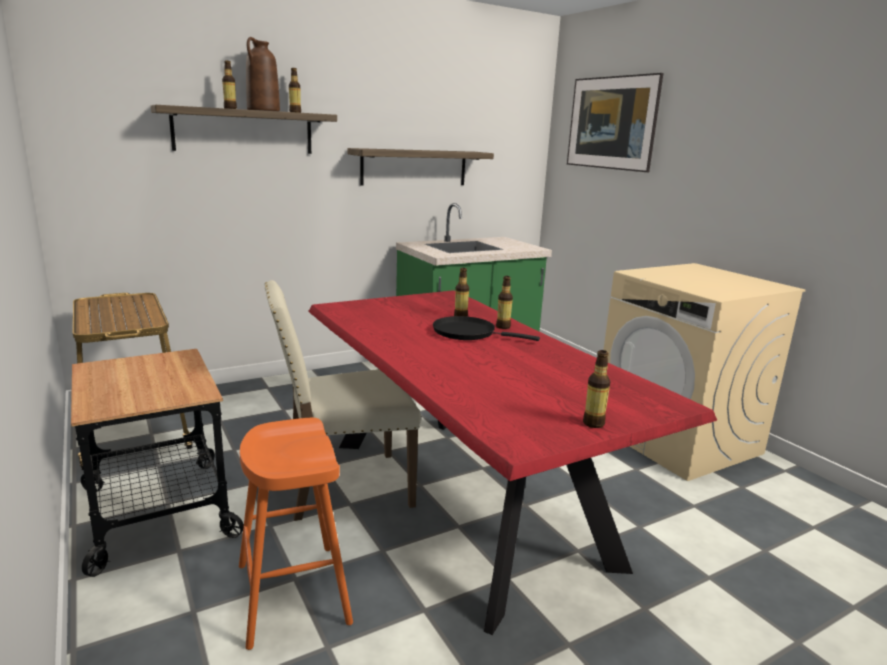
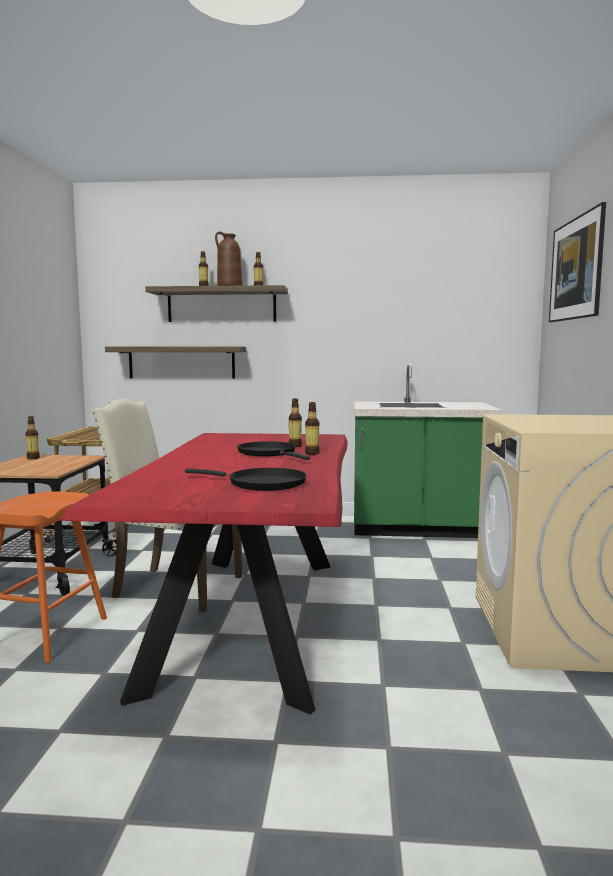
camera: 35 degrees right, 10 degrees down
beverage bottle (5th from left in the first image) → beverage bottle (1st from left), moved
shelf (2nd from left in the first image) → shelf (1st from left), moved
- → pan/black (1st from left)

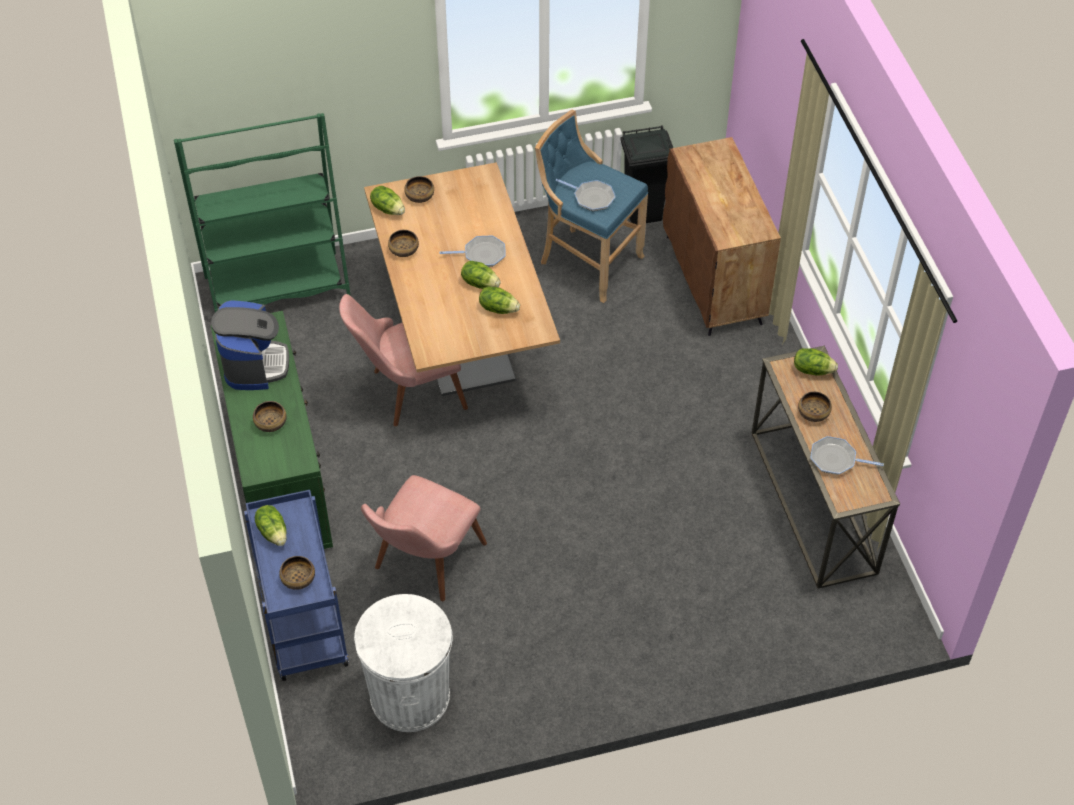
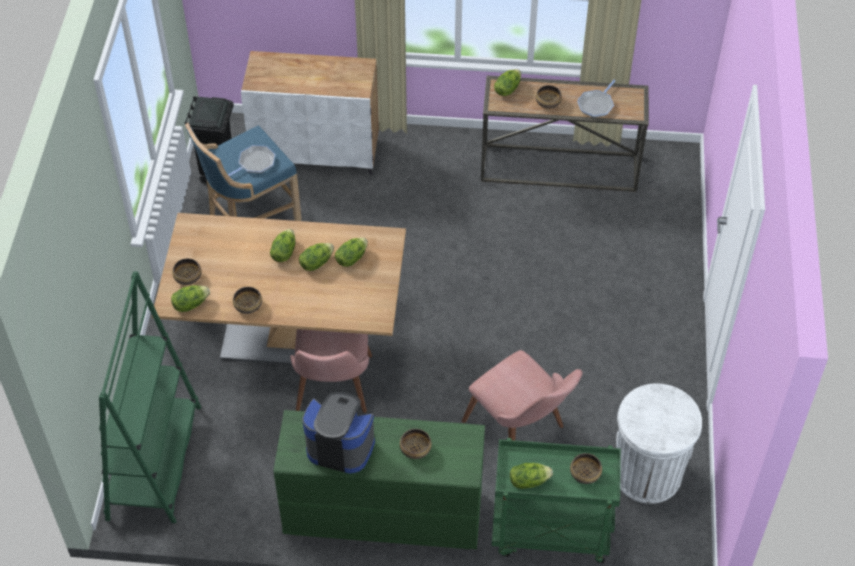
camera: 70 degrees left, 0 degrees up
cabinet/brown-coloured → cabinet/white
pan (1st from left) → lettuce head (2nd from left)
wheeled cart/blue-coloured → wheeled cart/greenish

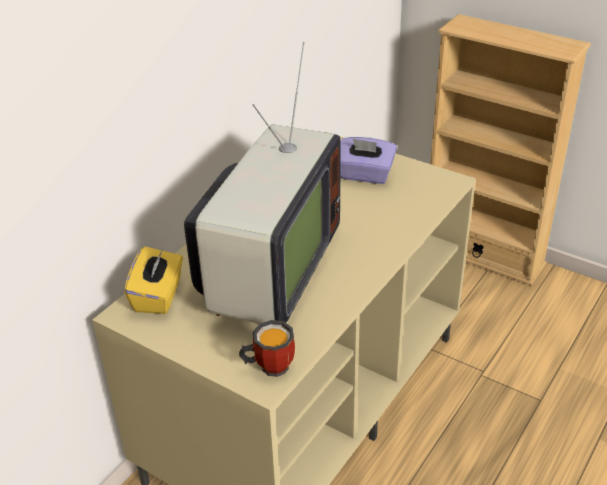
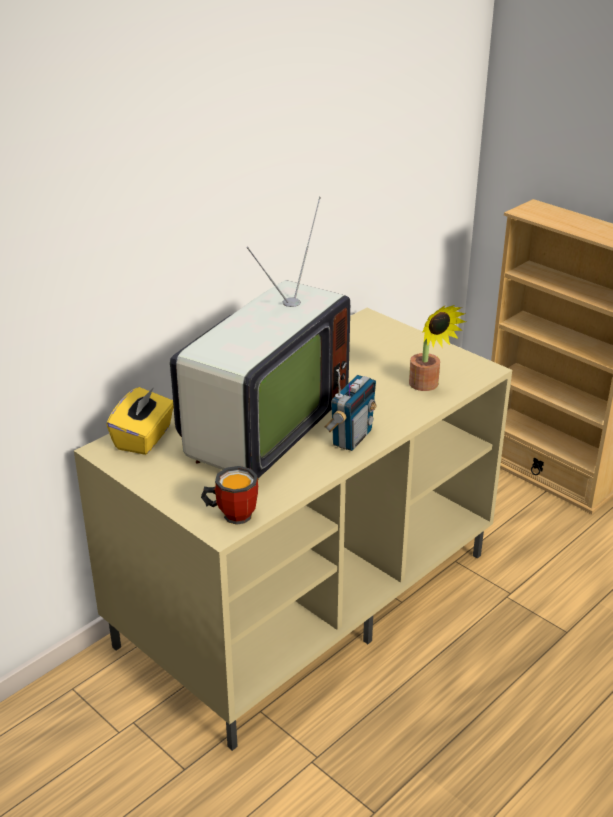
camera: 10 degrees right, 5 degrees down
- → radio receiver
- → plant in a pot
tissue holder/purple → -

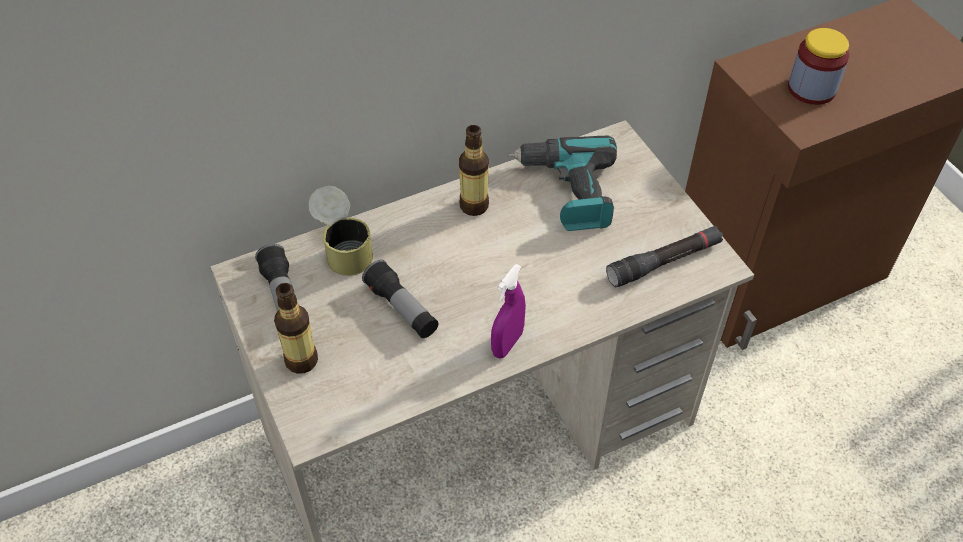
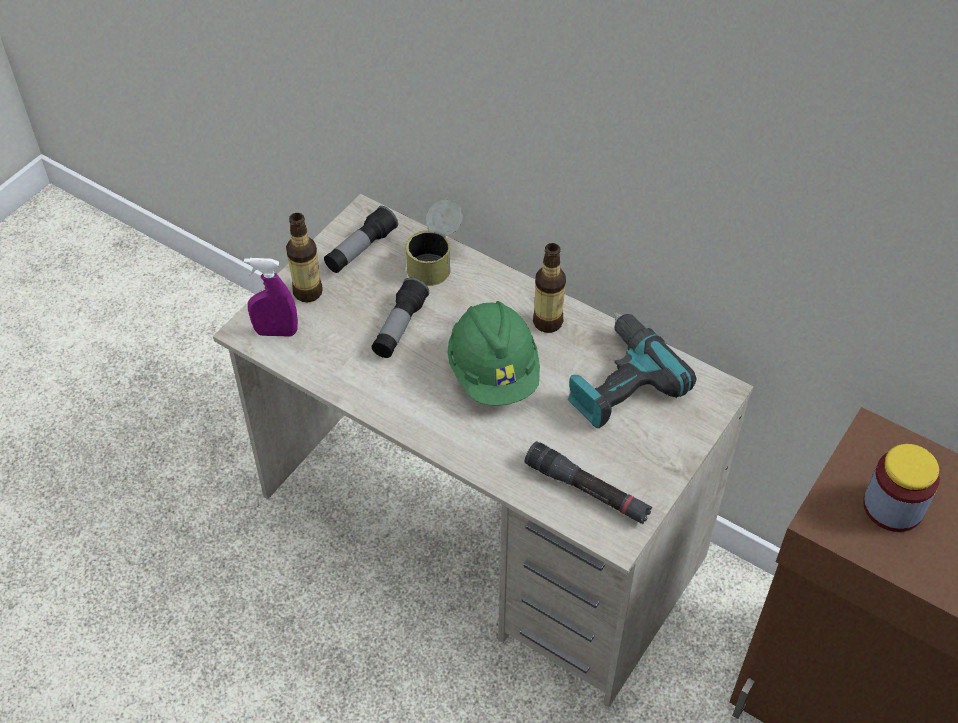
camera: 60 degrees right, 0 degrees up
spray bottle/purple, moved
- → work helmet/greenish

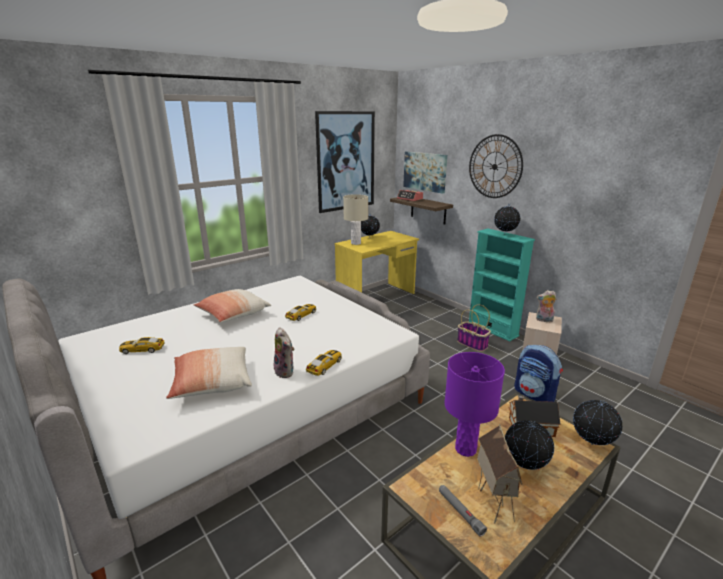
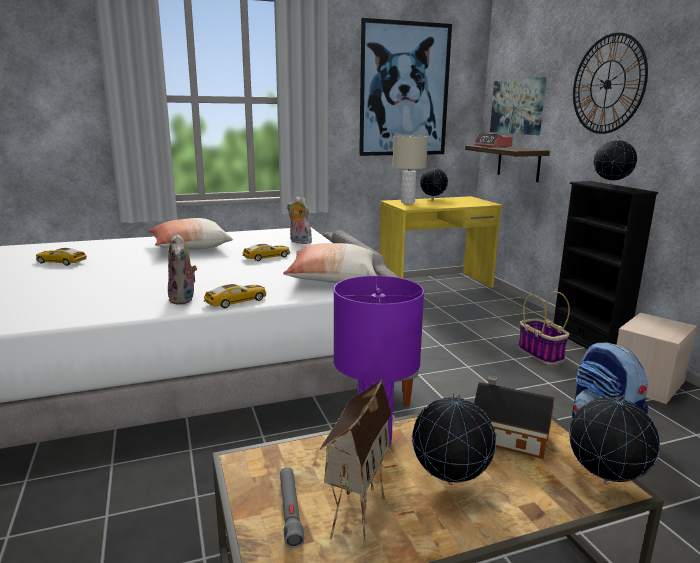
camera: 20 degrees right, 5 degrees down
pillow (1st from left in the first image) → pillow (2nd from left), moved
cuddly toy (2nd from left), moved
shelving unit/turquoise → shelving unit/black

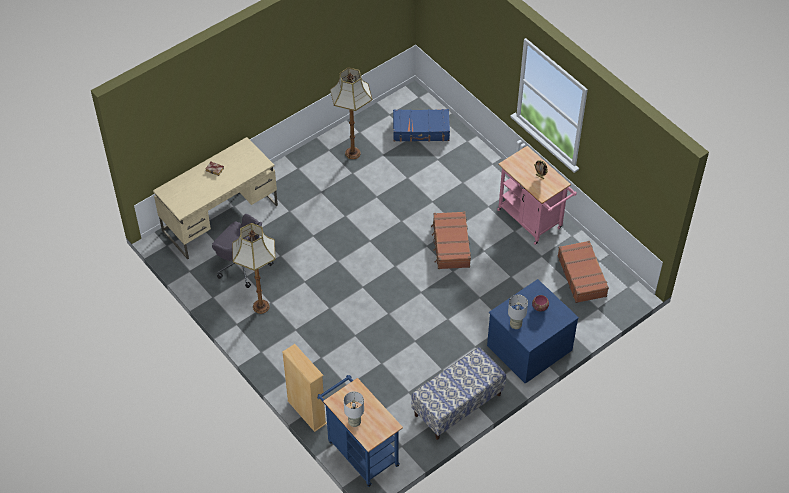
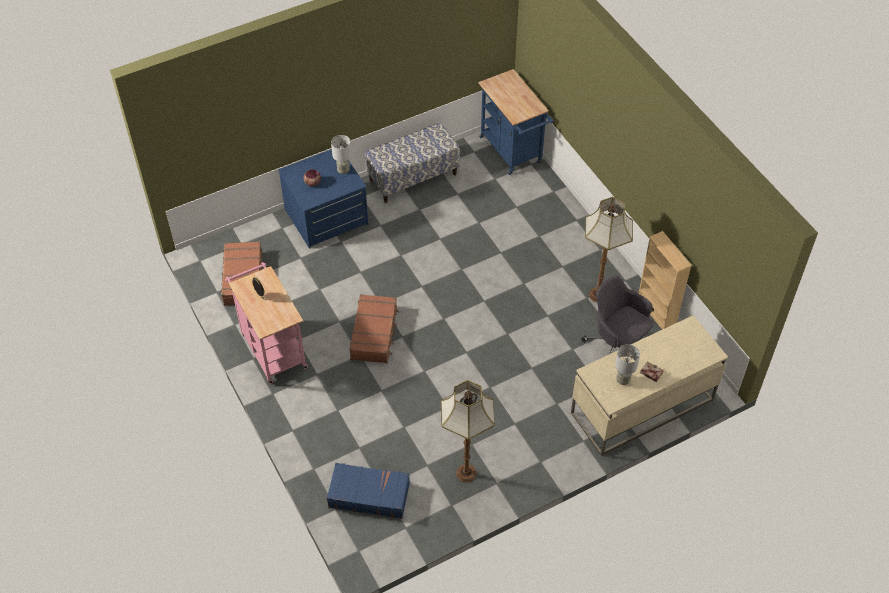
camera: 170 degrees left, 0 degrees up
table lamp/gray (1st from left in the first image) → table lamp/gray (2nd from left), moved
shelving unit/sand-coloured, moved

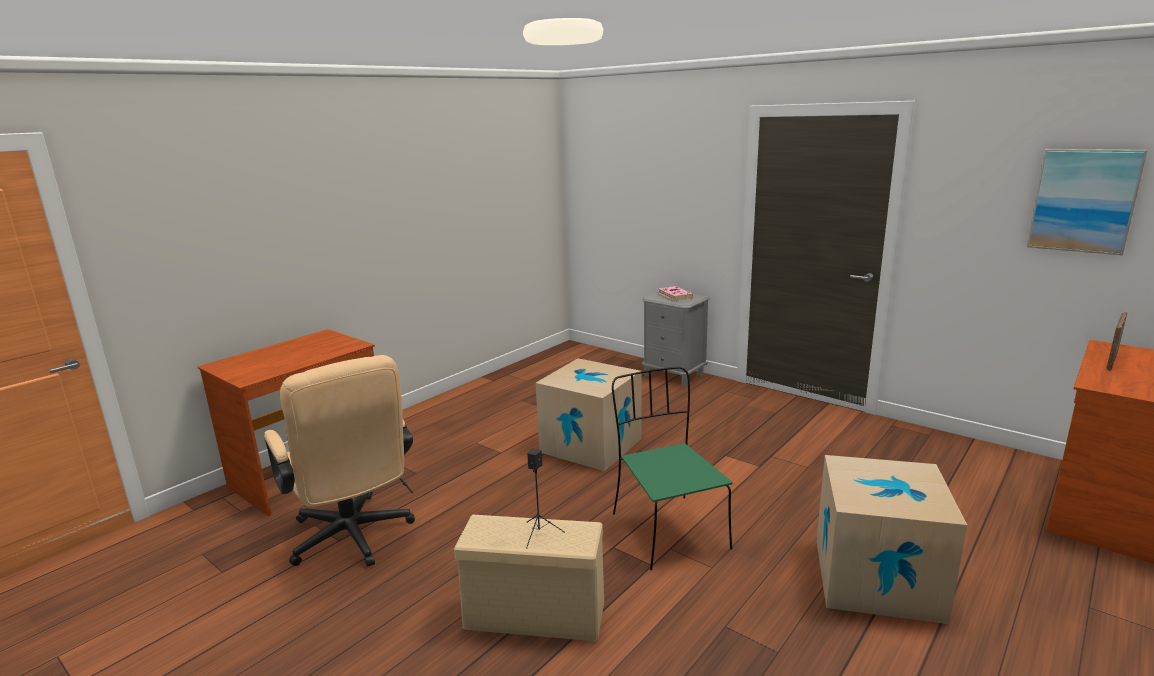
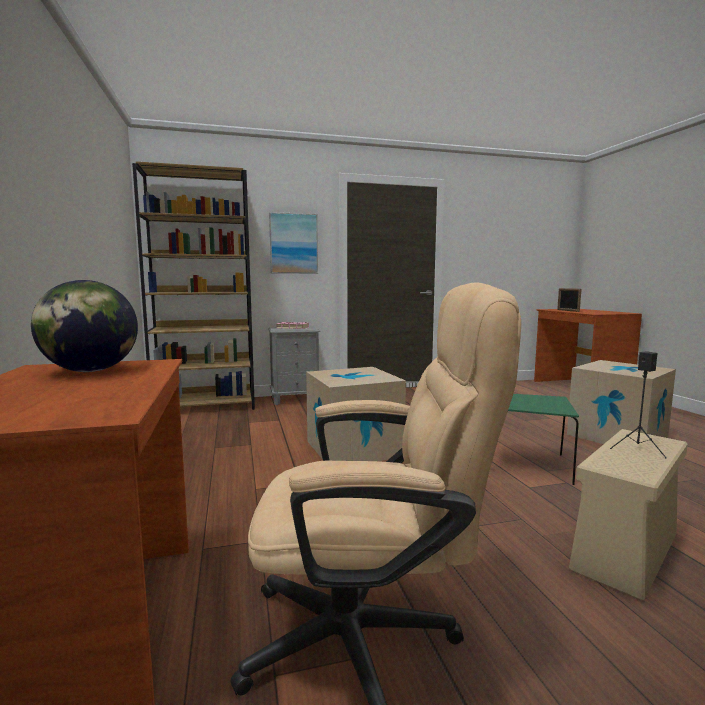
camera: 55 degrees left, 10 degrees down
- → desk globe
- → shelving unit/brown-coloured
picture, moved

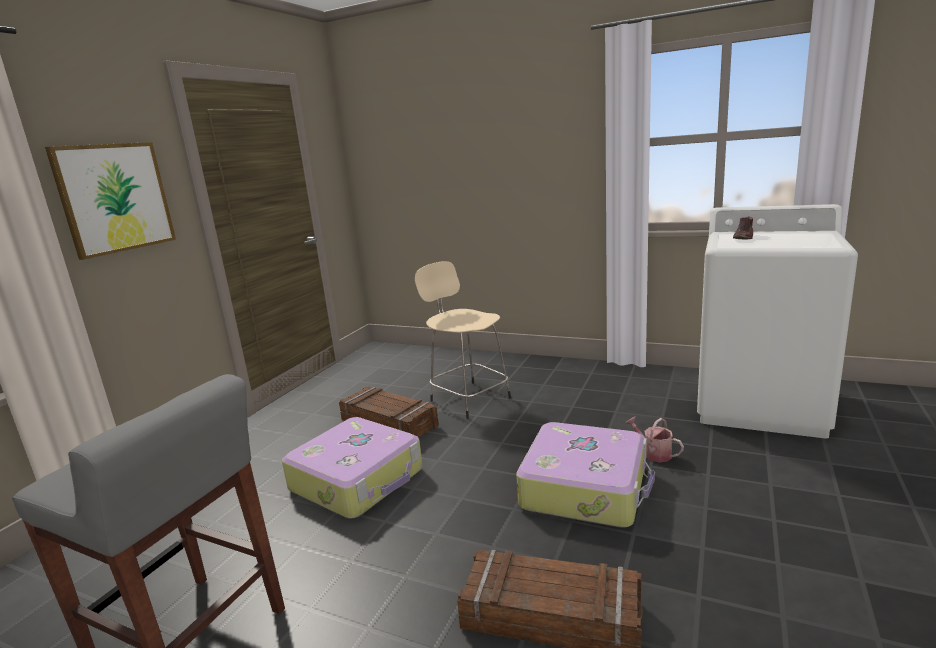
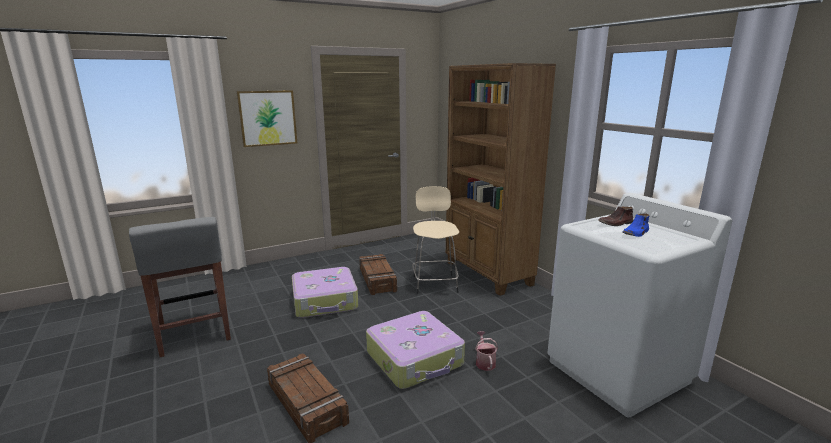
camera: 35 degrees right, 0 degrees up
- → shelving unit/brown-coloured
- → shoe/blue-coloured

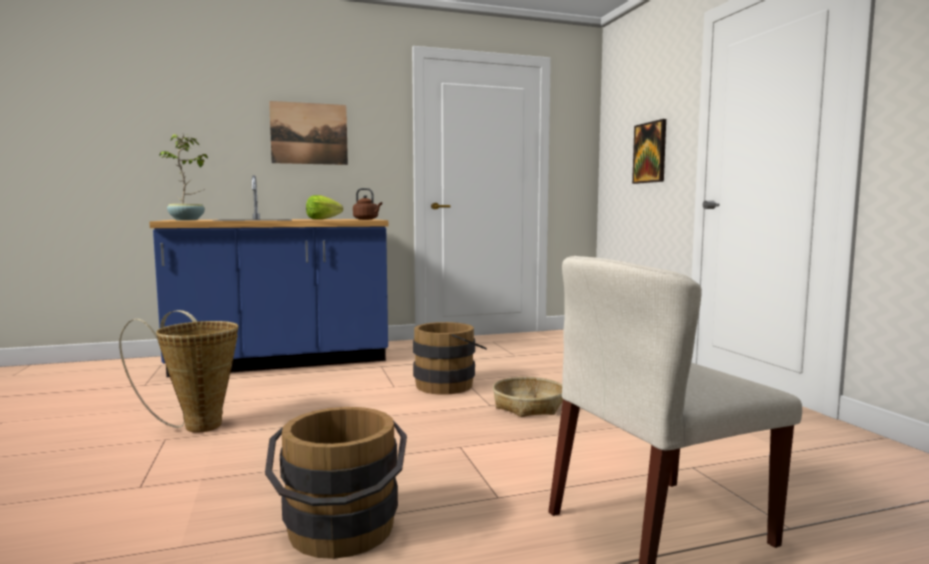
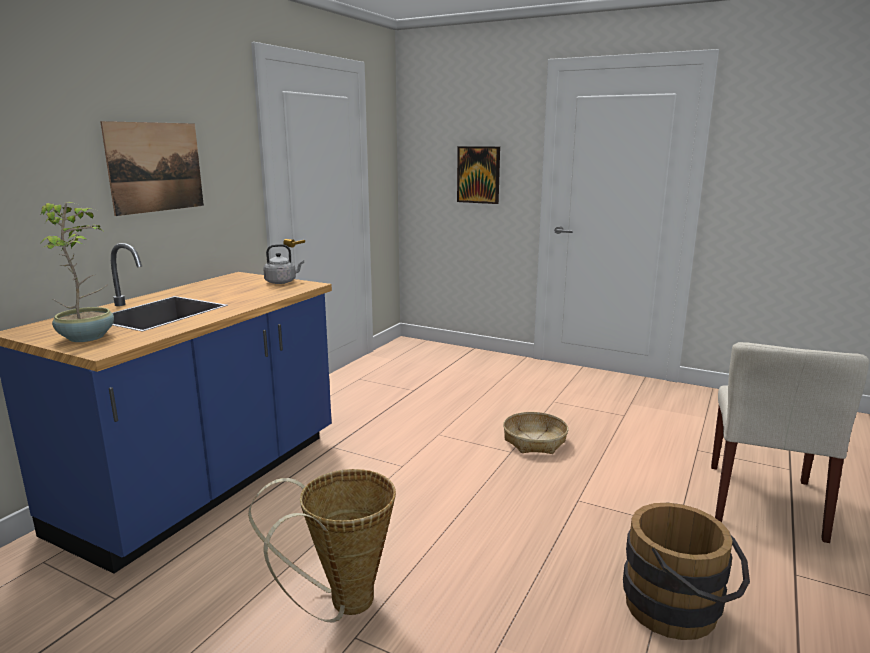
camera: 45 degrees left, 10 degrees up
kettle/brown-coloured → kettle/gray
lettuce head → -
bucket/brown-coloured (2nd from left) → -

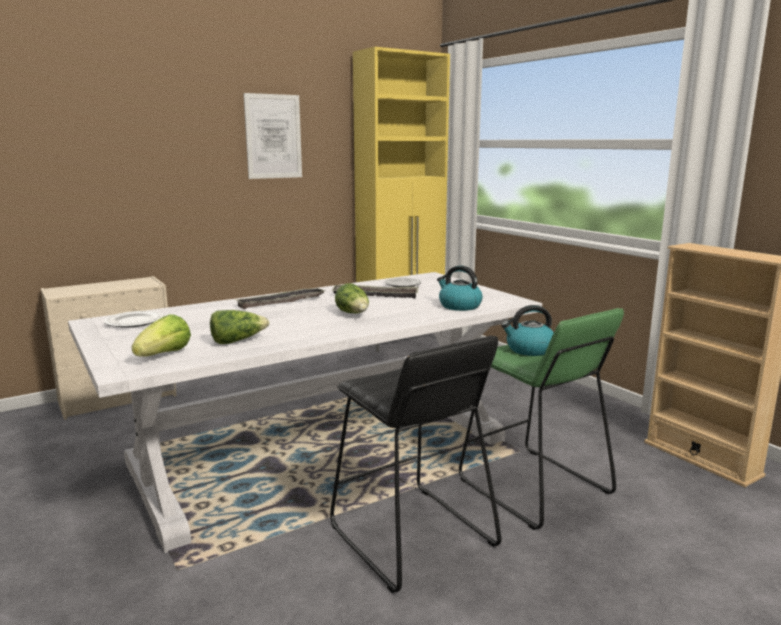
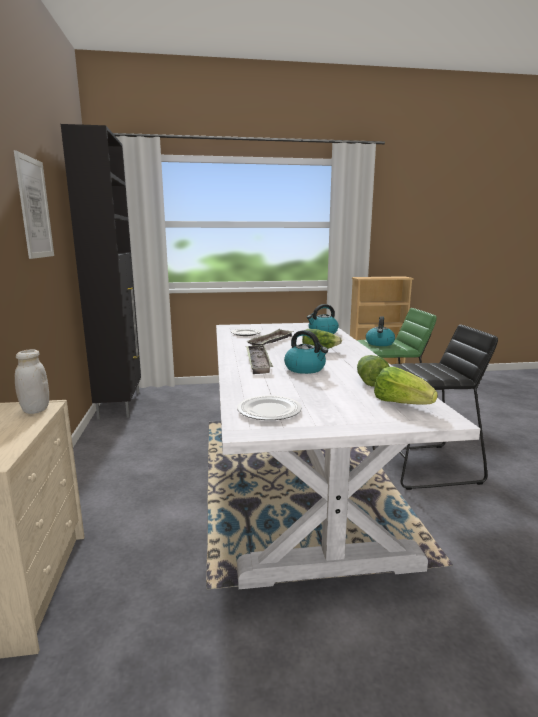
camera: 65 degrees left, 0 degrees up
- → jar/white
cabinet/yellow-coloured → cabinet/black
- → kettle (1st from left)

